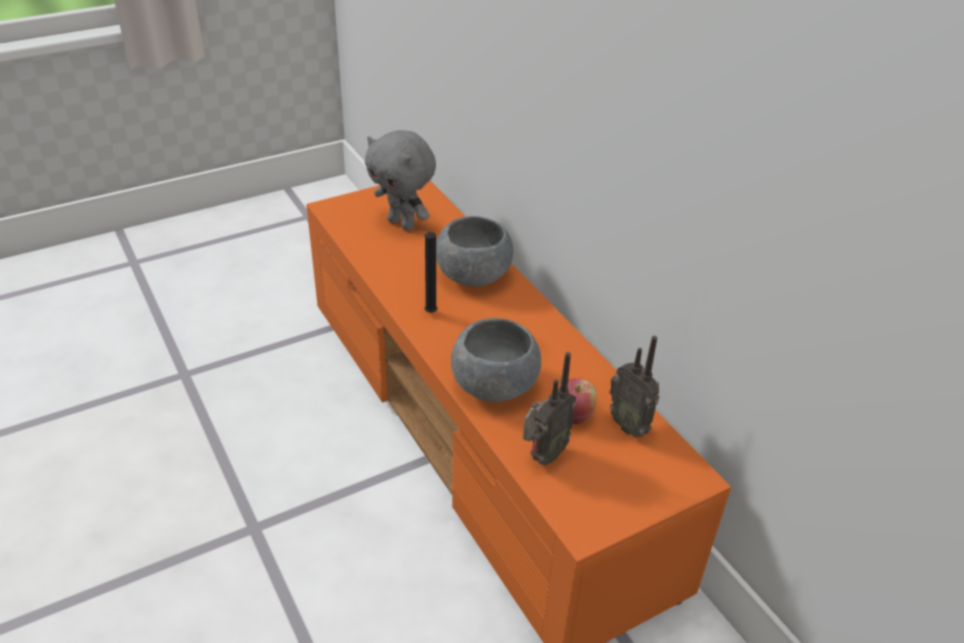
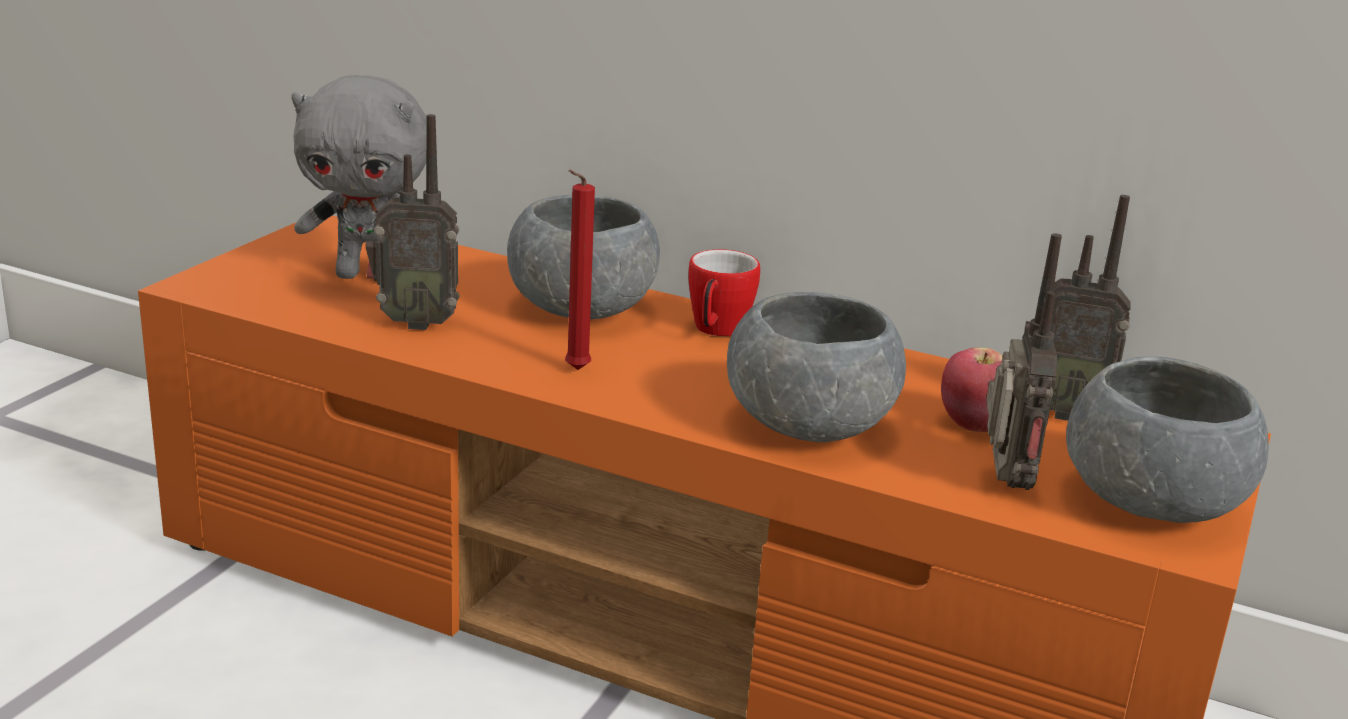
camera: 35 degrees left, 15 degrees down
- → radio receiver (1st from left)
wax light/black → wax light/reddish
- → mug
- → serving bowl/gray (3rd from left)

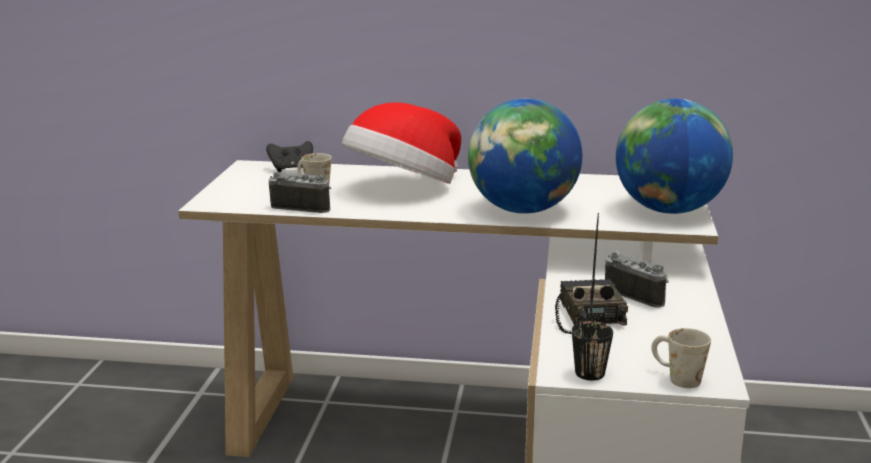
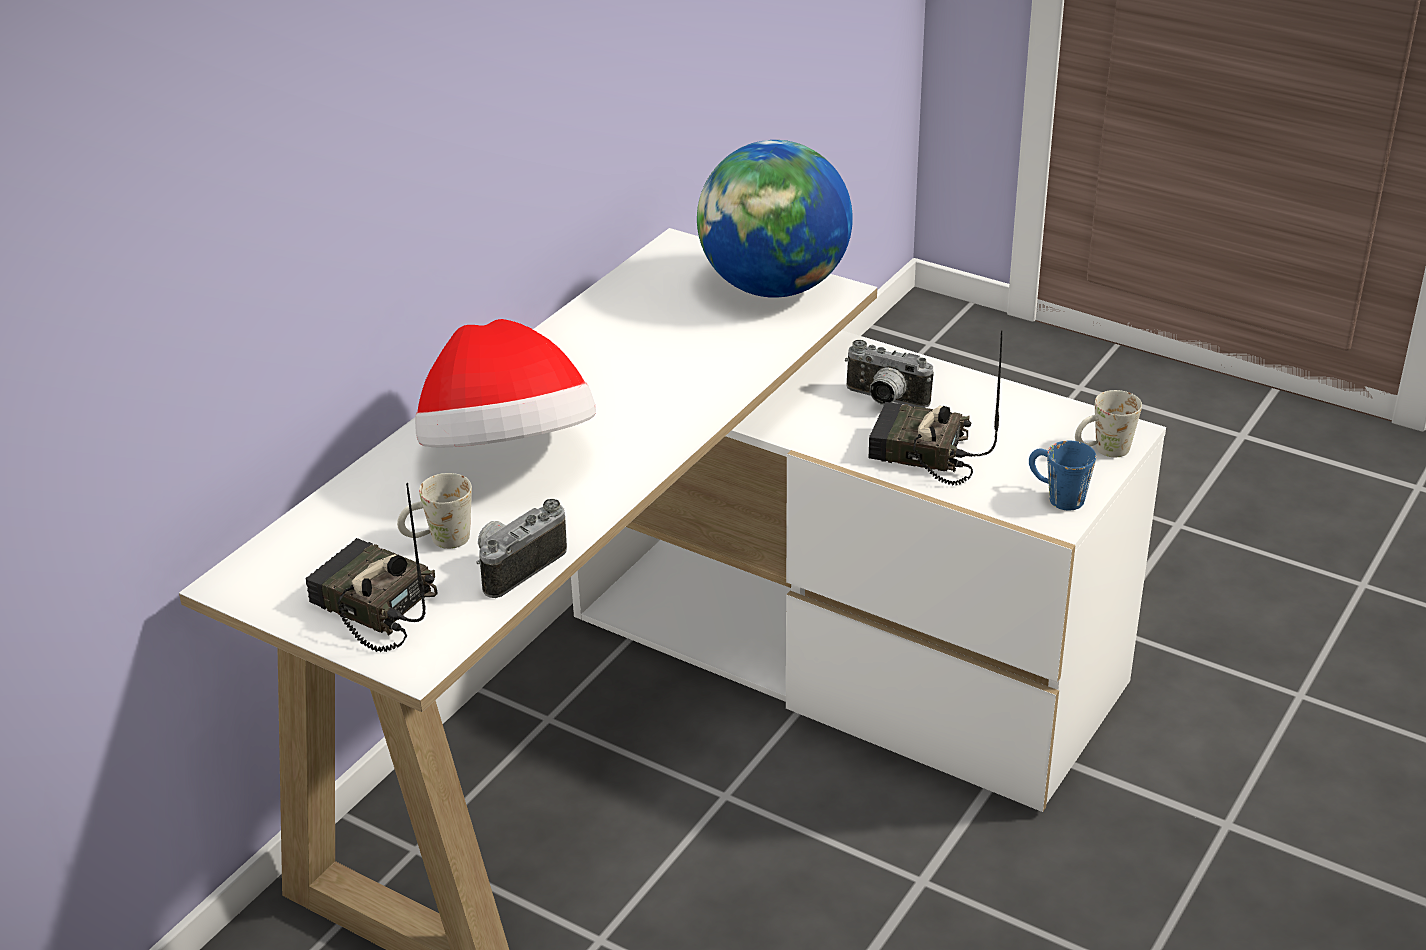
camera: 65 degrees left, 15 degrees up
- → radio receiver (1st from left)
still camera (2nd from left), 135 degrees counterclockwise
mug/black → mug/blue-coloured
joypad/black → -
desk globe (1st from left) → -

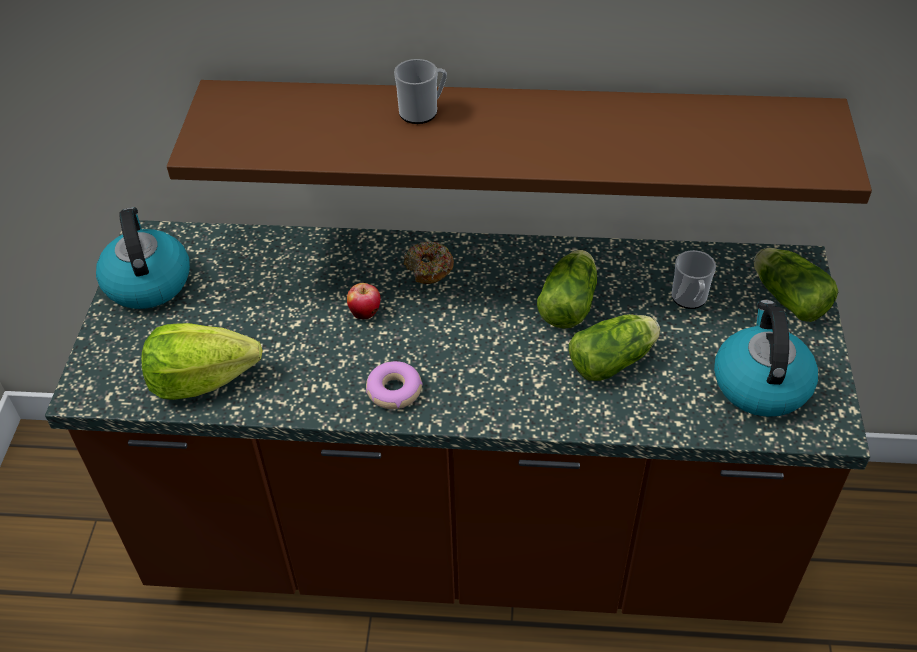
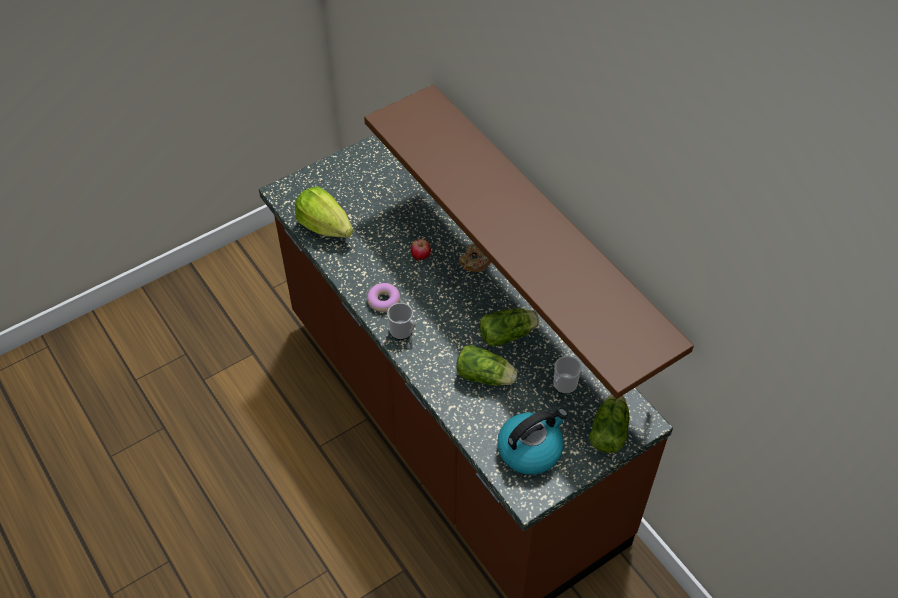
camera: 50 degrees right, 5 degrees up
mug (1st from left), moved
kettle (1st from left) → -

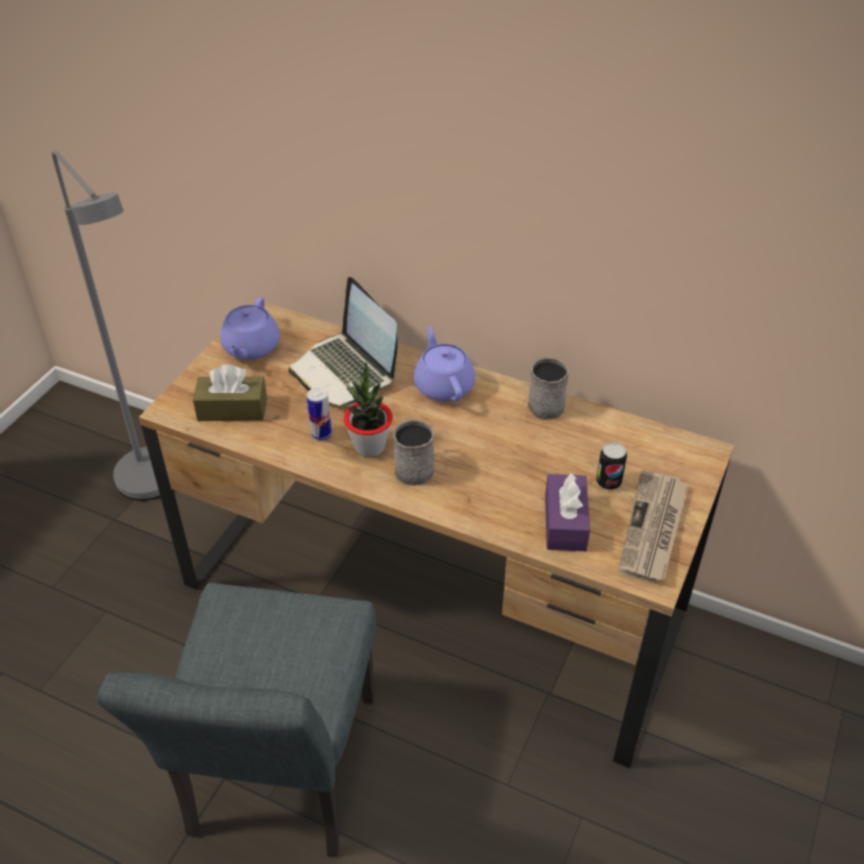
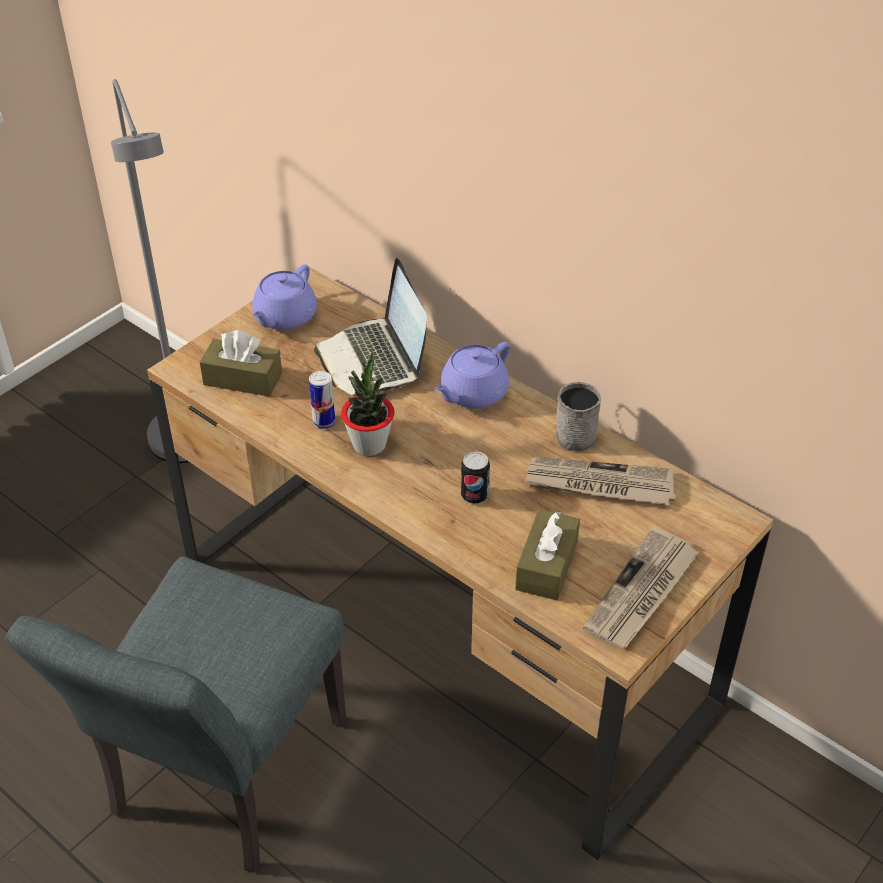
camera: 15 degrees right, 0 degrees up
teapot/purple (2nd from left), 135 degrees counterclockwise
can (2nd from left), moved
tissue holder/purple → tissue holder/brown-coloured (2nd from left)
- → newspaper (1st from left)
mug/gray (1st from left) → -

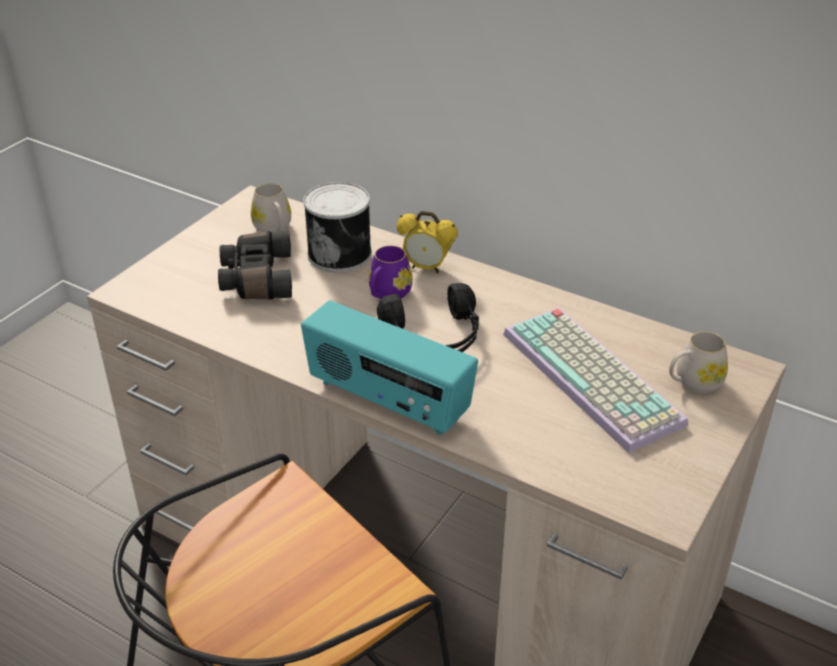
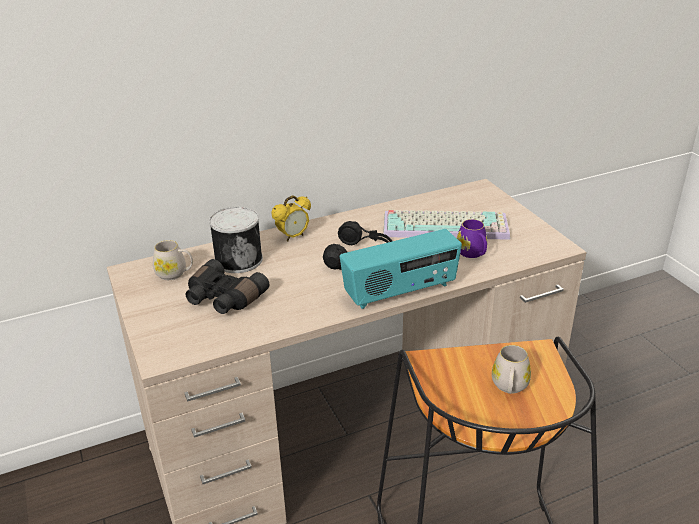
camera: 55 degrees left, 5 degrees down
mug/purple, moved
mug/white (2nd from left), moved

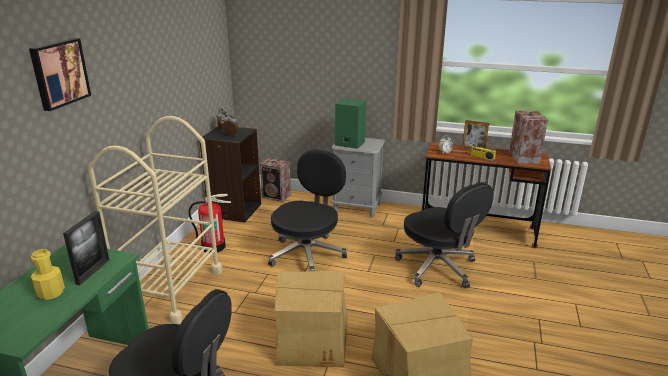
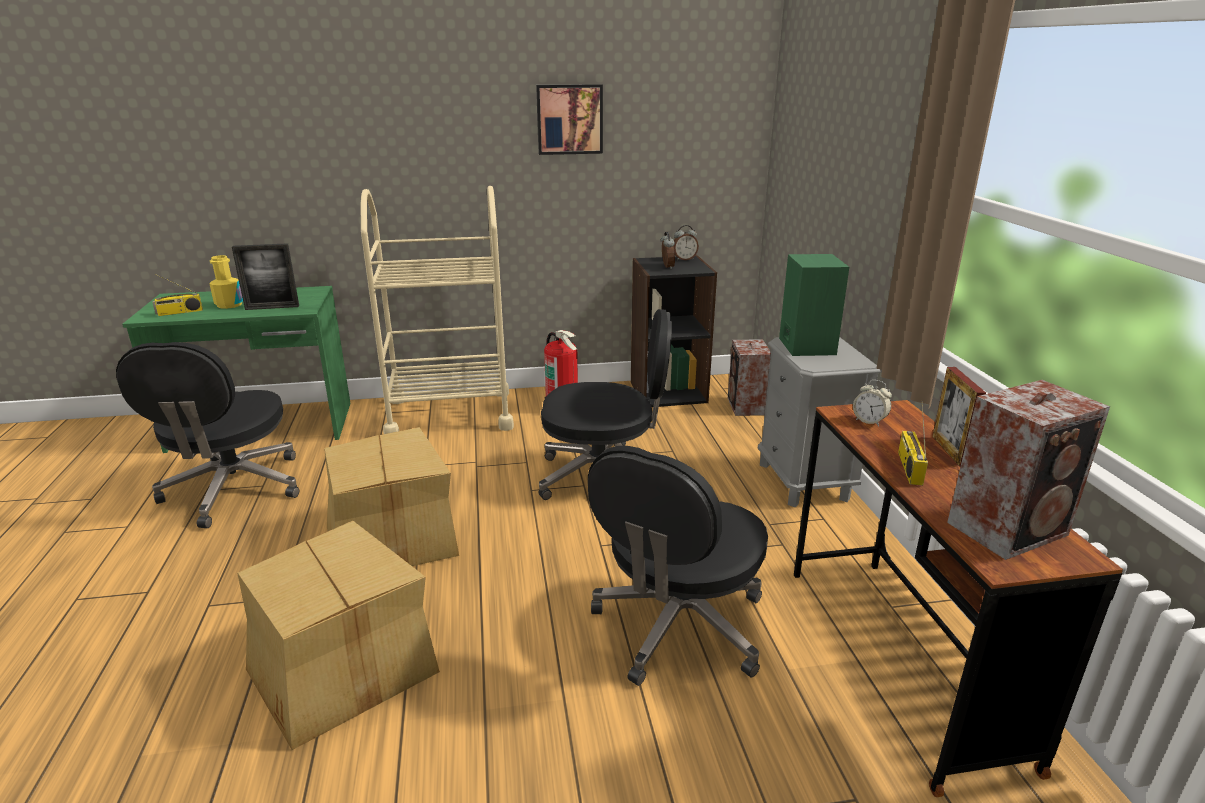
camera: 65 degrees right, 0 degrees up
- → radio receiver (1st from left)
picture, moved

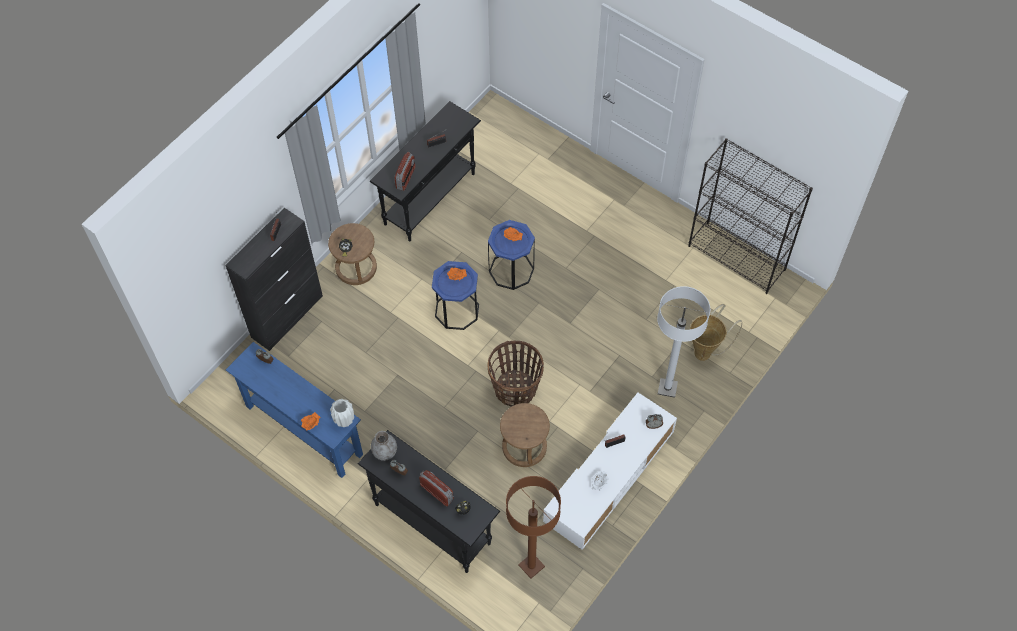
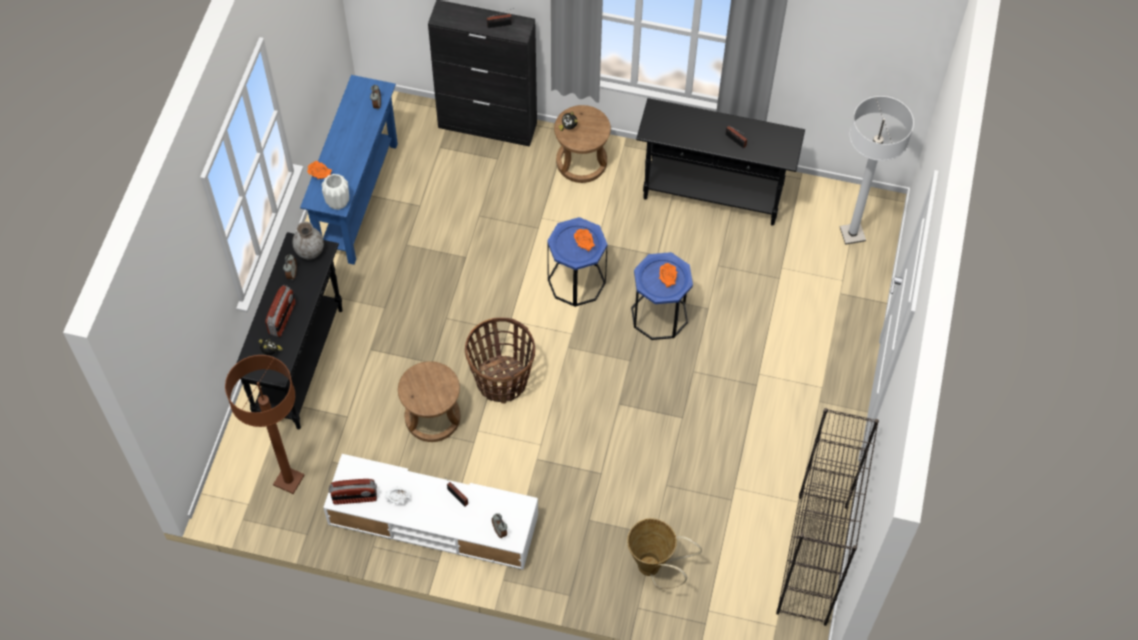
camera: 65 degrees right, 0 degrees up
radio receiver (2nd from left), moved
floor lamp/white, moved

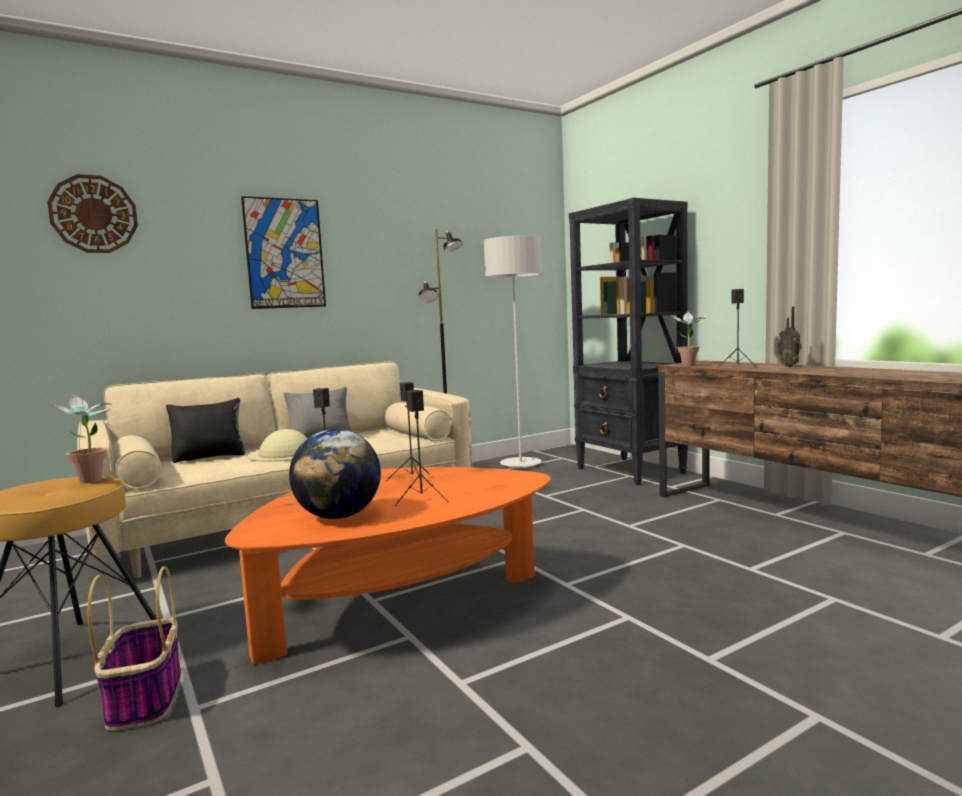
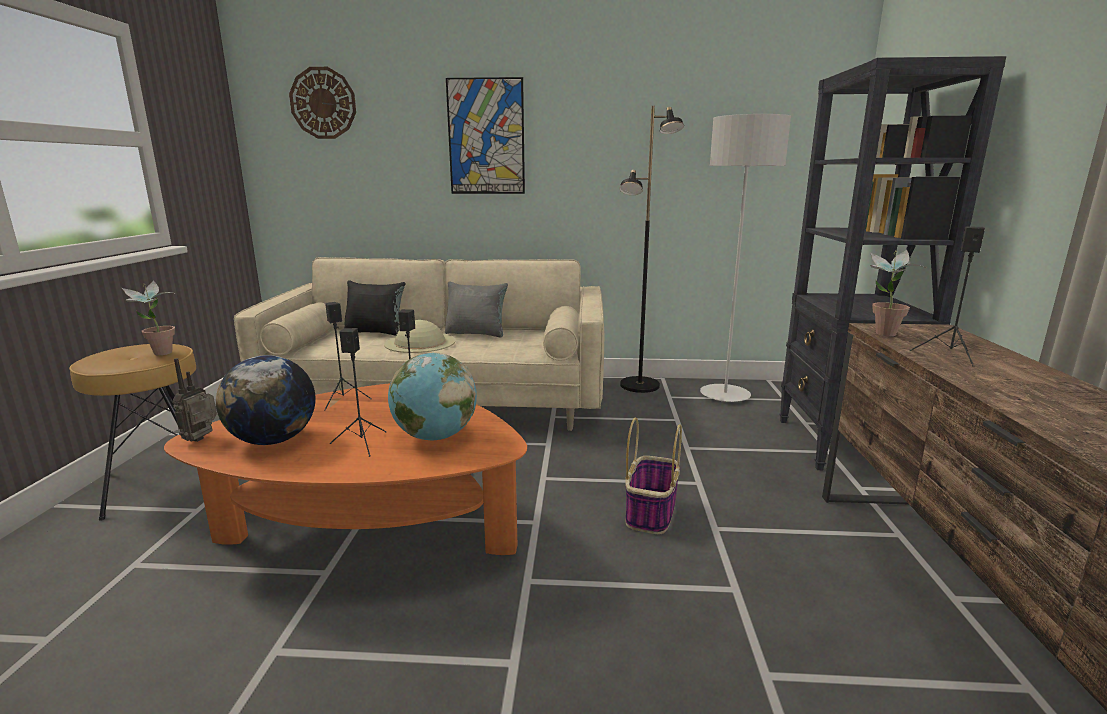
camera: 35 degrees right, 10 degrees up
radio receiver, moved
- → desk globe (2nd from left)
basket, moved

